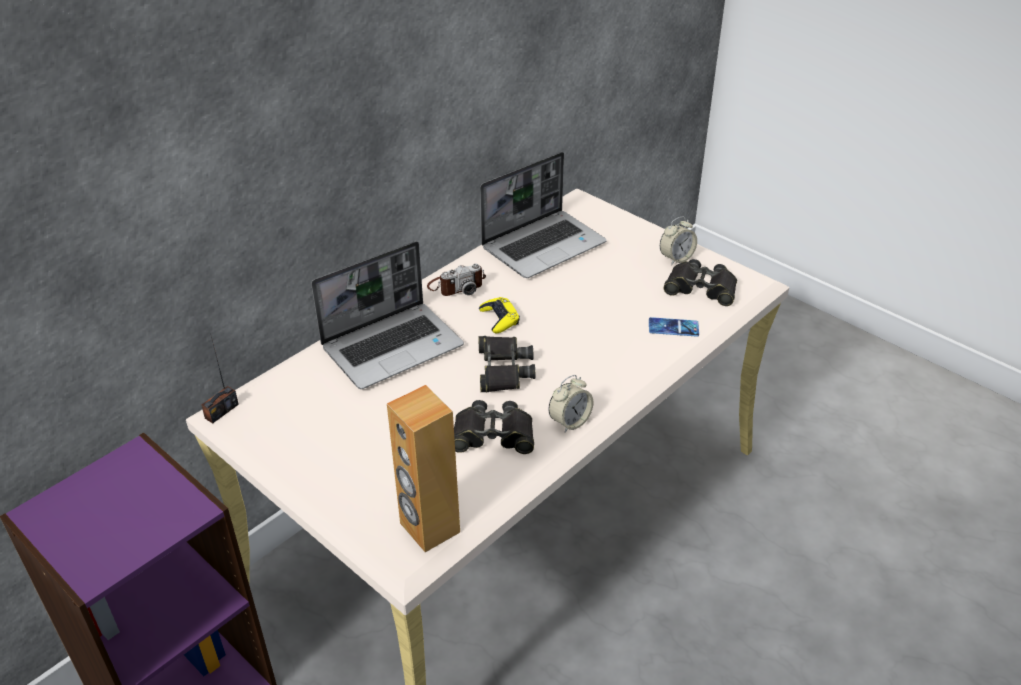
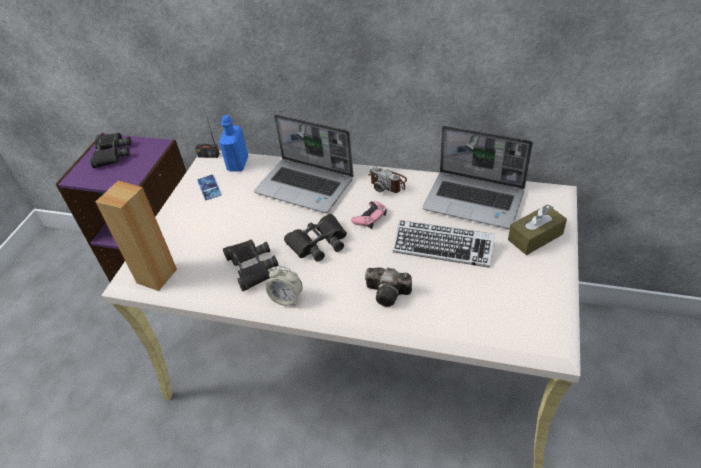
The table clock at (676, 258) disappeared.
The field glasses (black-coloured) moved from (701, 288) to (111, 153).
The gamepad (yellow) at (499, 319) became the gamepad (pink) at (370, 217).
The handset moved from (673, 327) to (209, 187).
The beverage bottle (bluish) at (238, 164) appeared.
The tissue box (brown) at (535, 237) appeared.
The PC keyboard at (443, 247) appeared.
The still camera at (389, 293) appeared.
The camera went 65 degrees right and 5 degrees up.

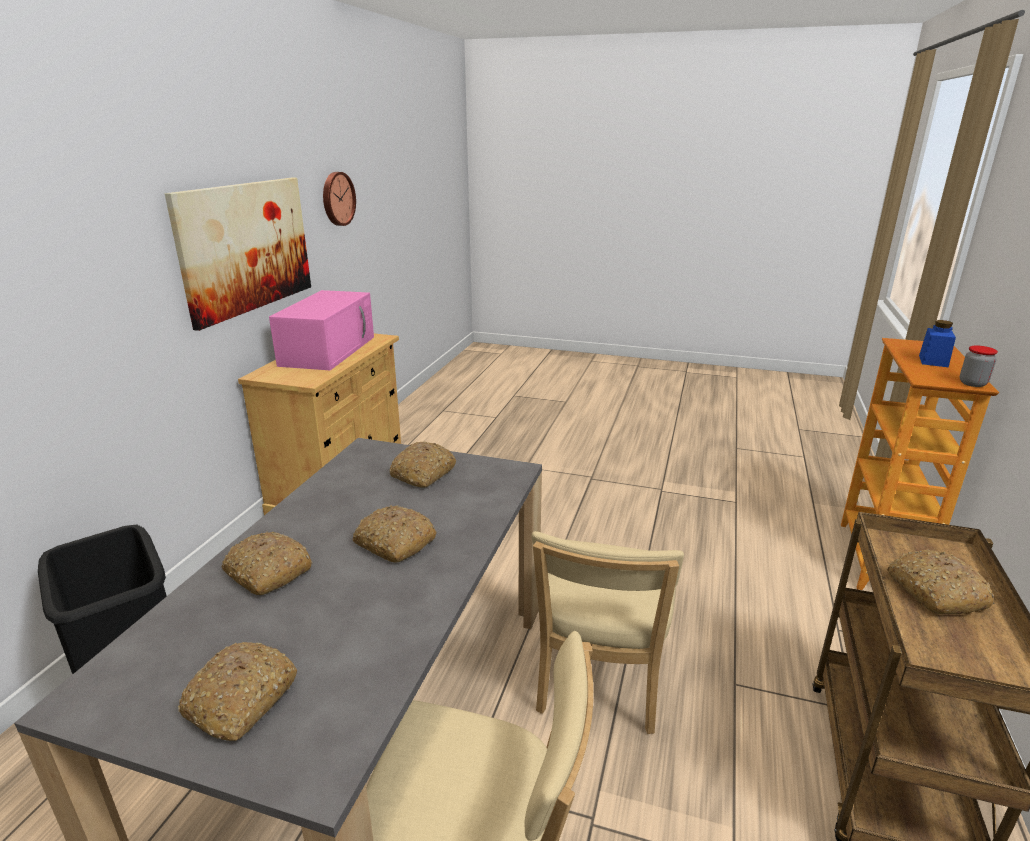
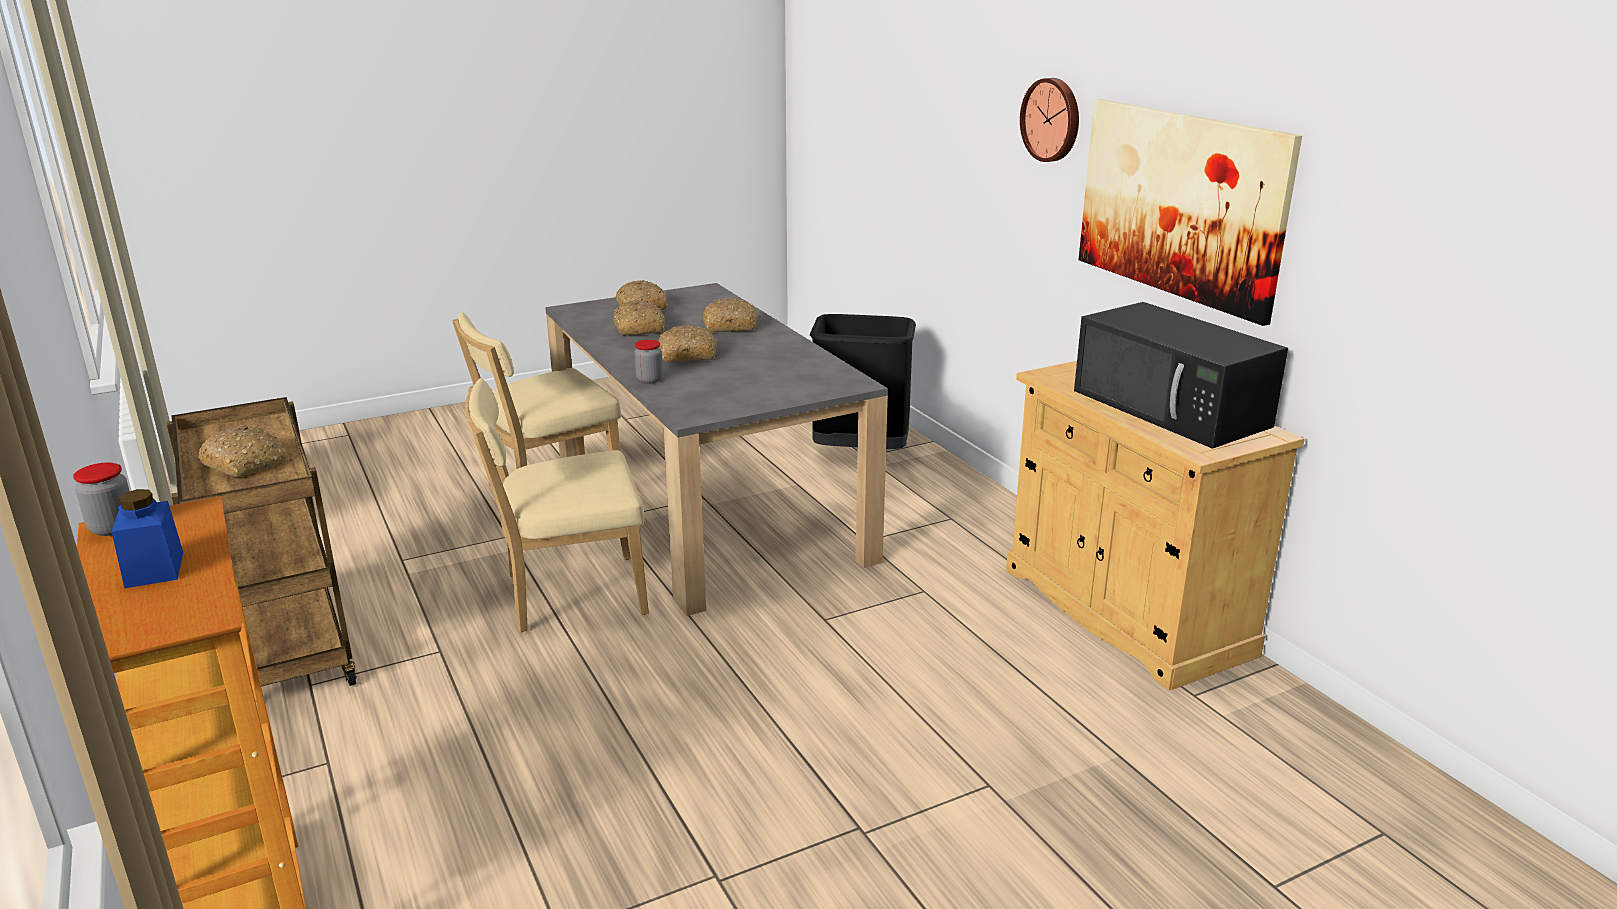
The hanging clock moved from (337, 199) to (1052, 119).
The microwave oven (pink) at (328, 350) became the microwave oven (black-coloured) at (1173, 409).
The bakery bread moved from (423, 473) to (638, 328).
The plain chair (beige-coloured) at (599, 683) turned 75 degrees counterclockwise.
The storage jar at (649, 380) appeared.
The camera went 135 degrees right and 0 degrees up.

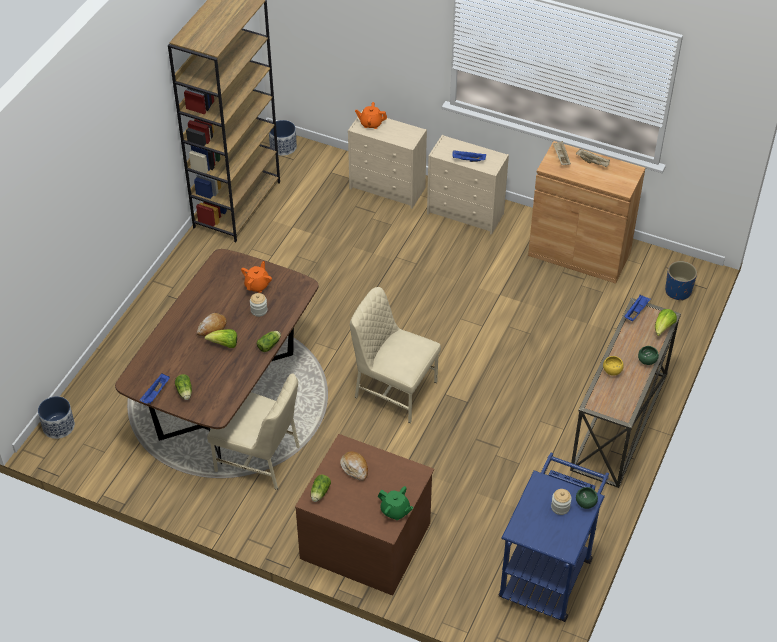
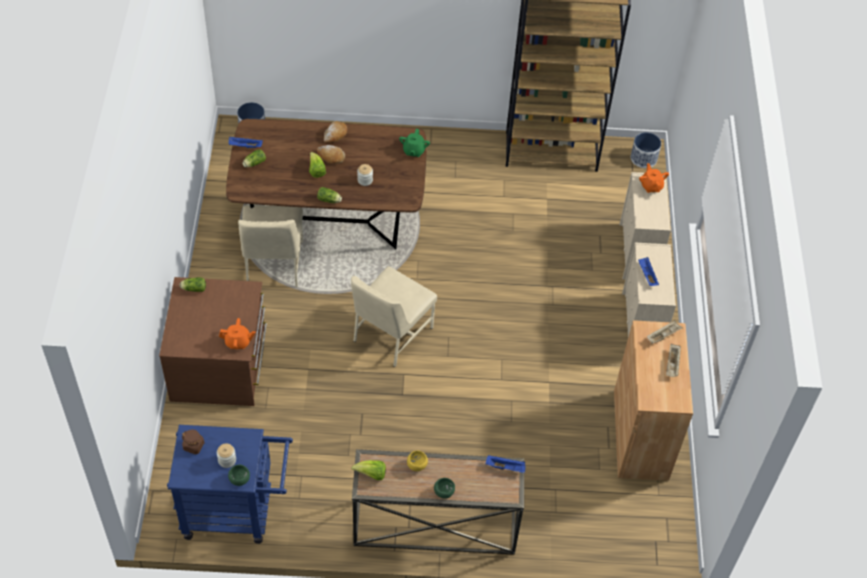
The tea pot (orange) moved from (257, 285) to (238, 342).
The flower pot (bluish) at (678, 291) disappeared.
The plain chair (beige-coloured) at (394, 389) turned 150 degrees counterclockwise.
The lettuce head moved from (663, 328) to (371, 474).
The bakery bread moved from (355, 468) to (335, 135).
The tea pot (greenish) moved from (395, 511) to (414, 151).
The storage jar (brown) at (194, 446) appeared.
The camera went 65 degrees right and 5 degrees up.

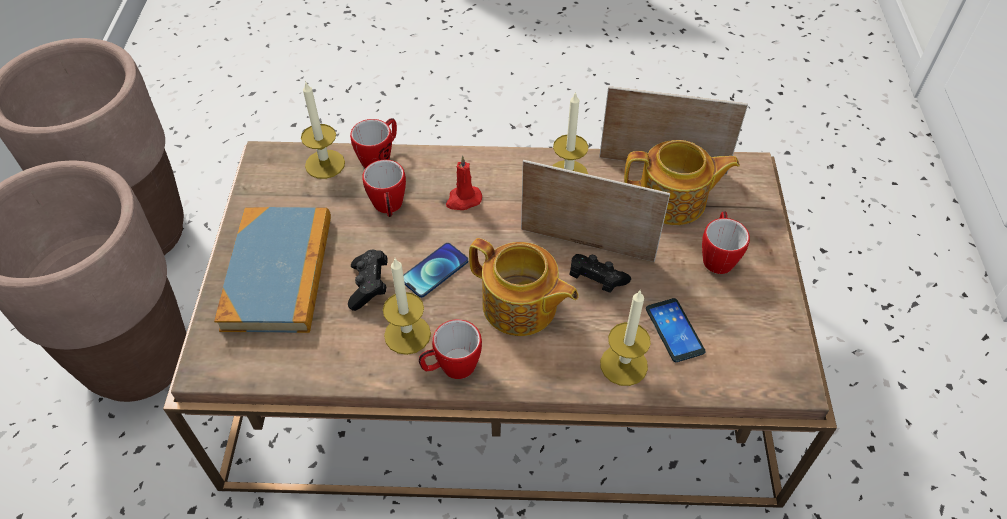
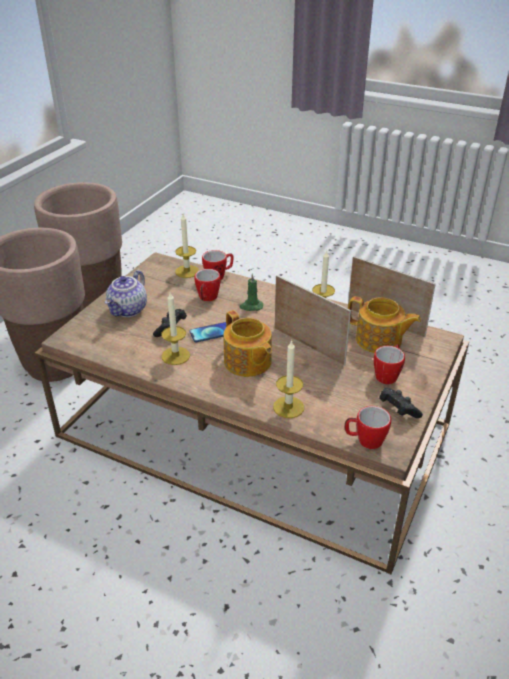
The wax candle (reddish) at (463, 200) became the wax candle (greenish) at (251, 306).
The volume at (278, 272) was replaced by the tea pot at (129, 310).
The gamepad (black-coloured) moved from (595, 280) to (397, 410).
The handset at (674, 330) disappeared.
The mug moved from (451, 367) to (365, 440).
The camera went 25 degrees right and 15 degrees down.

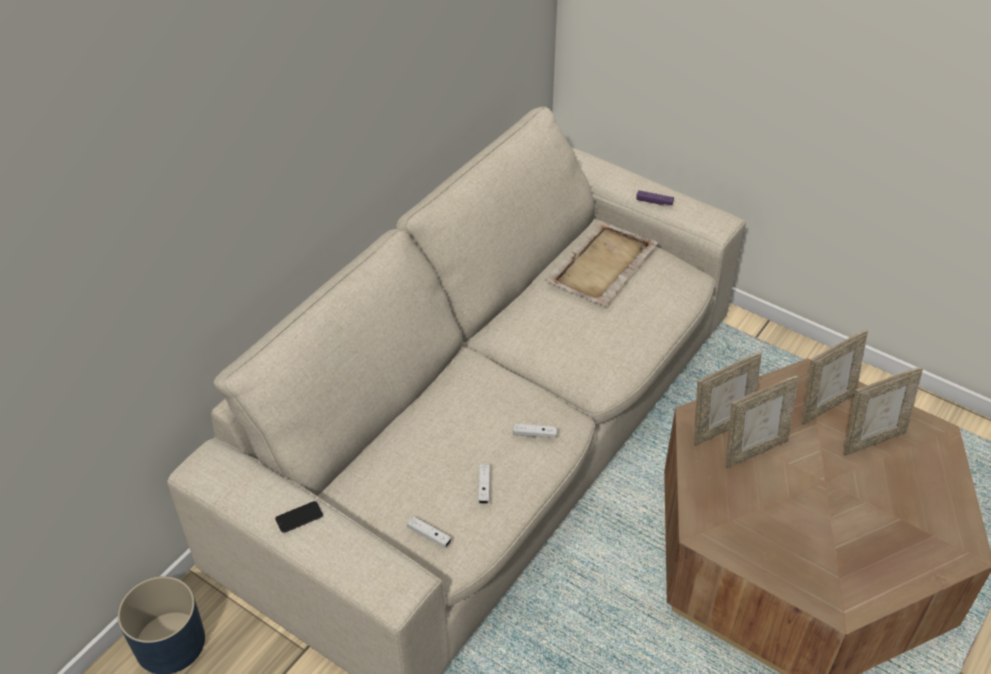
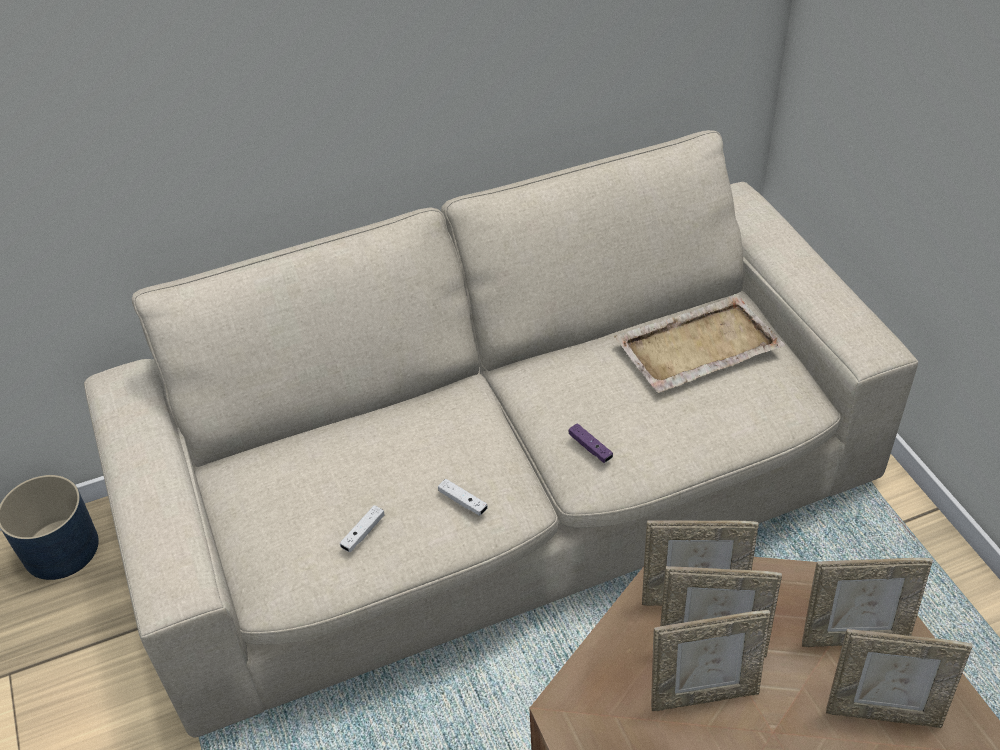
The gamepad (purple) moved from (654, 202) to (590, 448).
The handset at (299, 517) disappeared.
The gamepad (whitish) at (429, 535) disappeared.
The standing frame at (703, 694) appeared.
The camera went 35 degrees right and 0 degrees up.

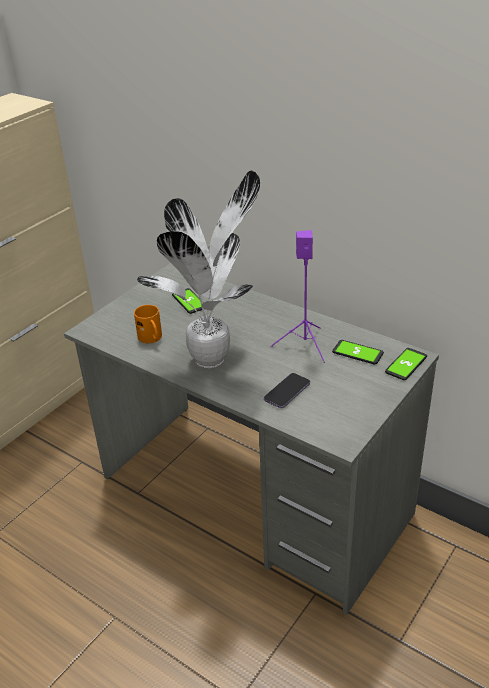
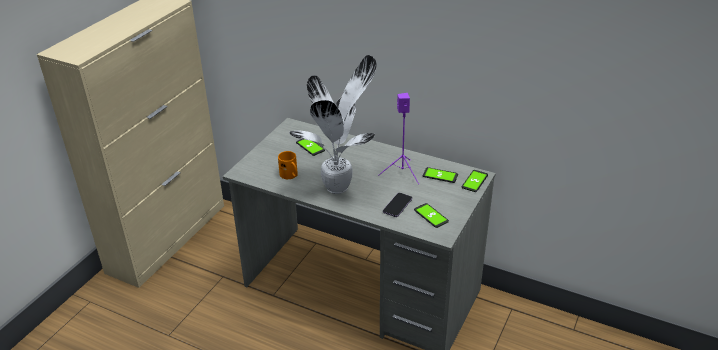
The handset at (431, 216) appeared.
The camera went 10 degrees left and 0 degrees up.

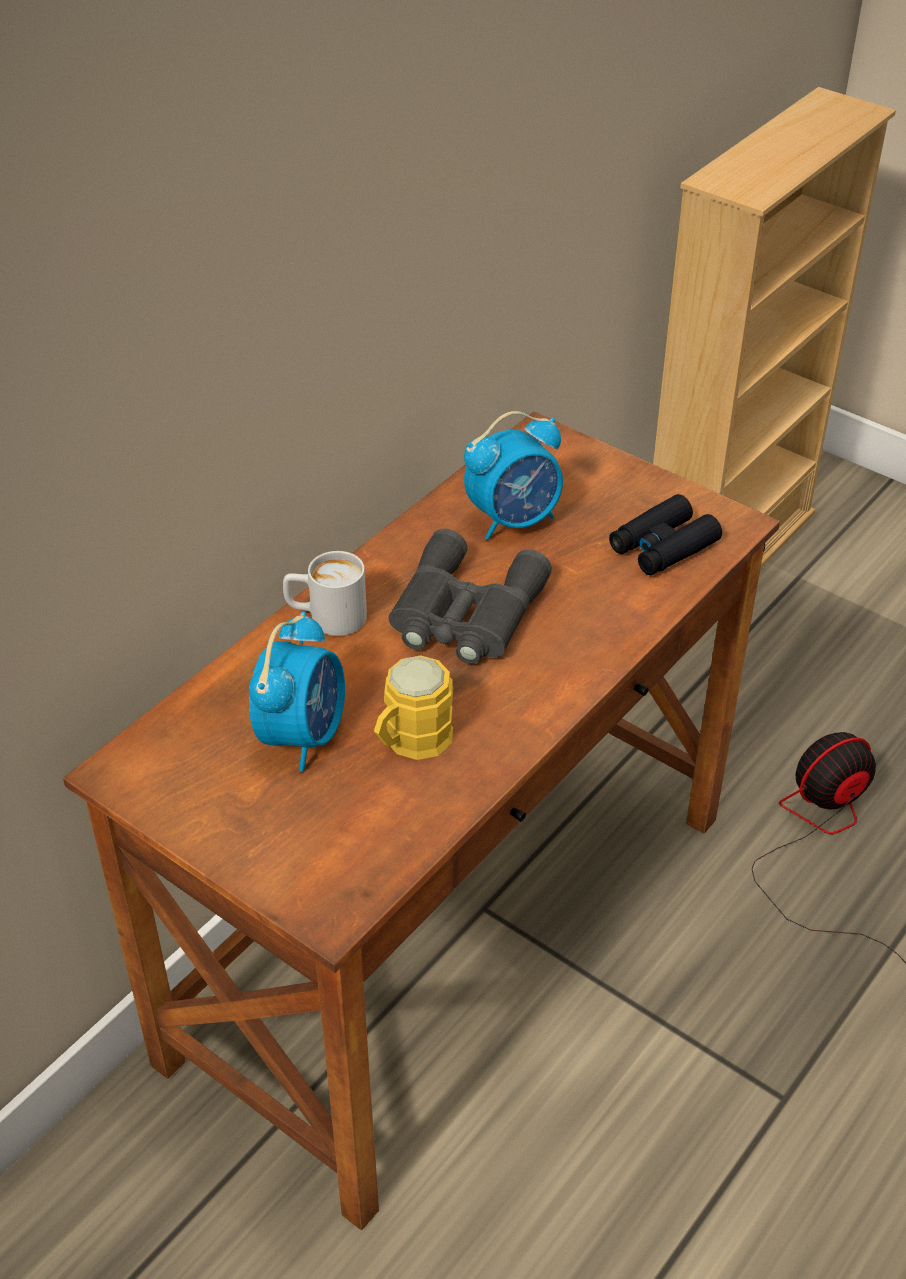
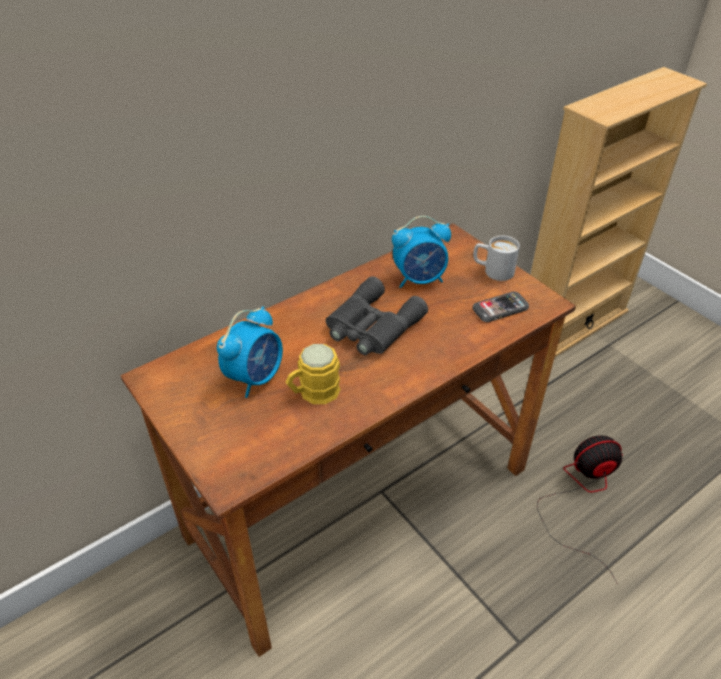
The field glasses (black-coloured) at (663, 546) was replaced by the handset at (500, 308).
The mug (whitish) moved from (326, 617) to (492, 270).
The camera went 15 degrees right and 0 degrees up.

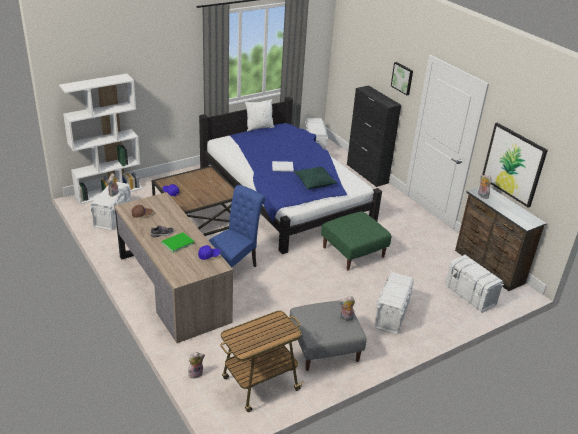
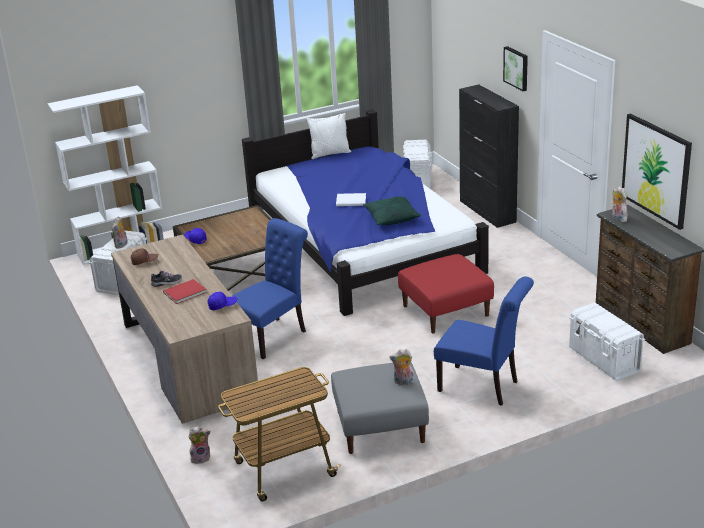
The ottoman (greenish) at (353, 252) became the ottoman (reddish) at (446, 310).
The volume (greenish) at (176, 243) became the volume (reddish) at (183, 292).
The storage bin (whitish) at (391, 315) was replaced by the plain chair (bluish) at (483, 387).
The camera went 10 degrees right and 5 degrees down.

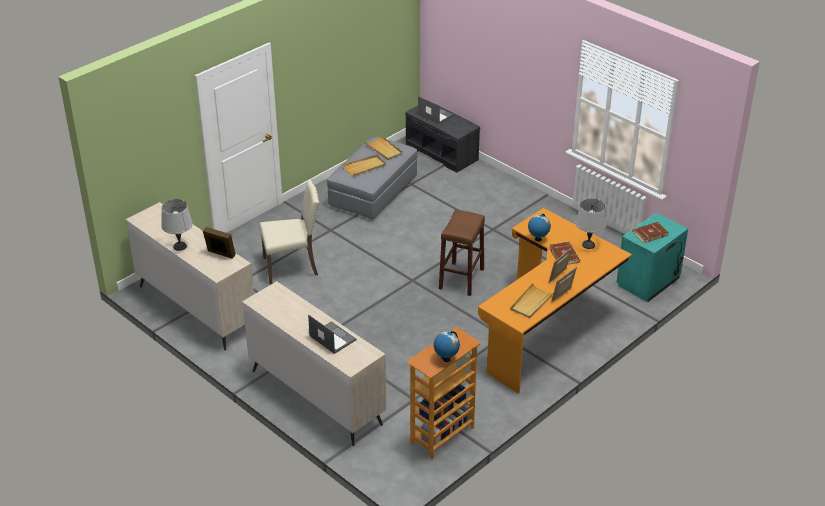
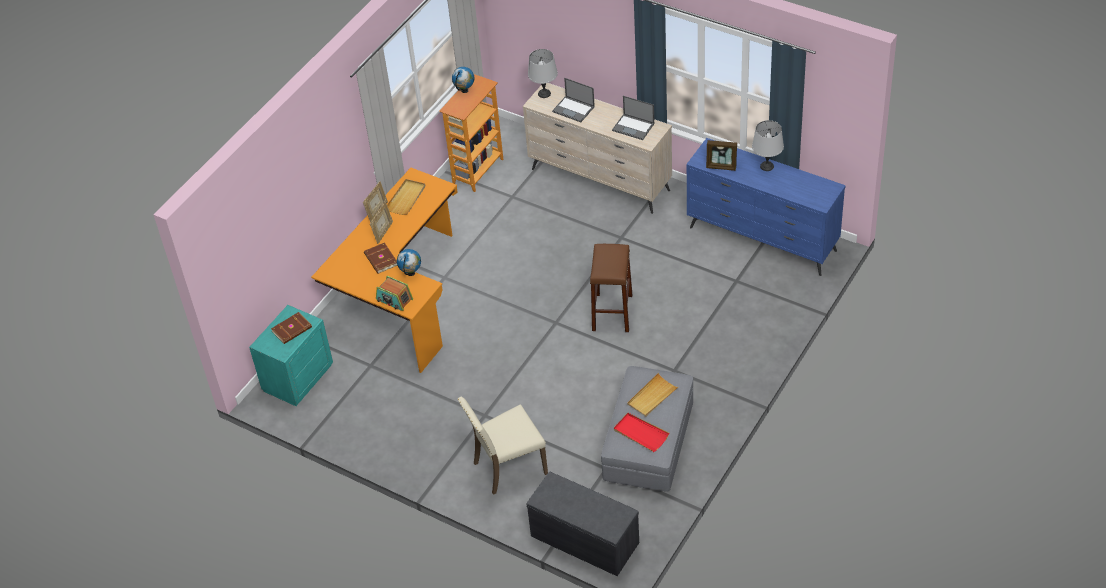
The notebook computer moved from (435, 114) to (633, 127).
The carrying tray (beige-coloured) at (384, 149) became the carrying tray (reddish) at (640, 433).
The plain chair (beige-coloured) moved from (292, 267) to (508, 467).
The tabletop lamp (grey) moved from (588, 245) to (544, 93).
The drawer chest (beige-coloured) at (196, 308) became the drawer chest (bluish) at (762, 239).
The sitting stool (brown) moved from (461, 279) to (612, 313).
The radio at (394, 300) appeared.
The camera went 170 degrees right and 10 degrees up.

